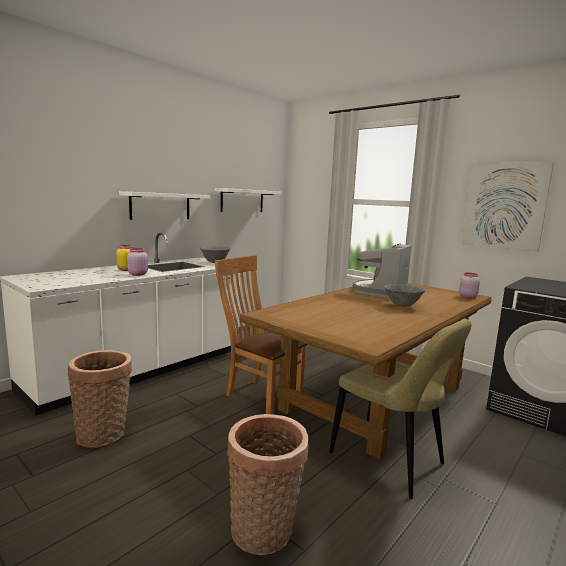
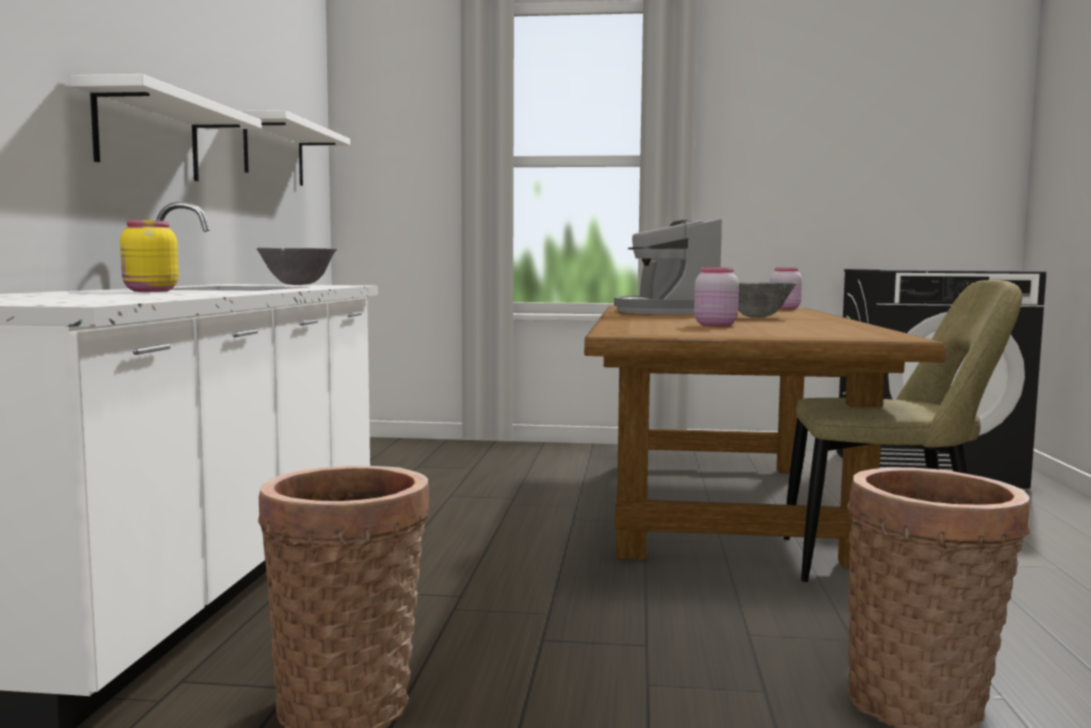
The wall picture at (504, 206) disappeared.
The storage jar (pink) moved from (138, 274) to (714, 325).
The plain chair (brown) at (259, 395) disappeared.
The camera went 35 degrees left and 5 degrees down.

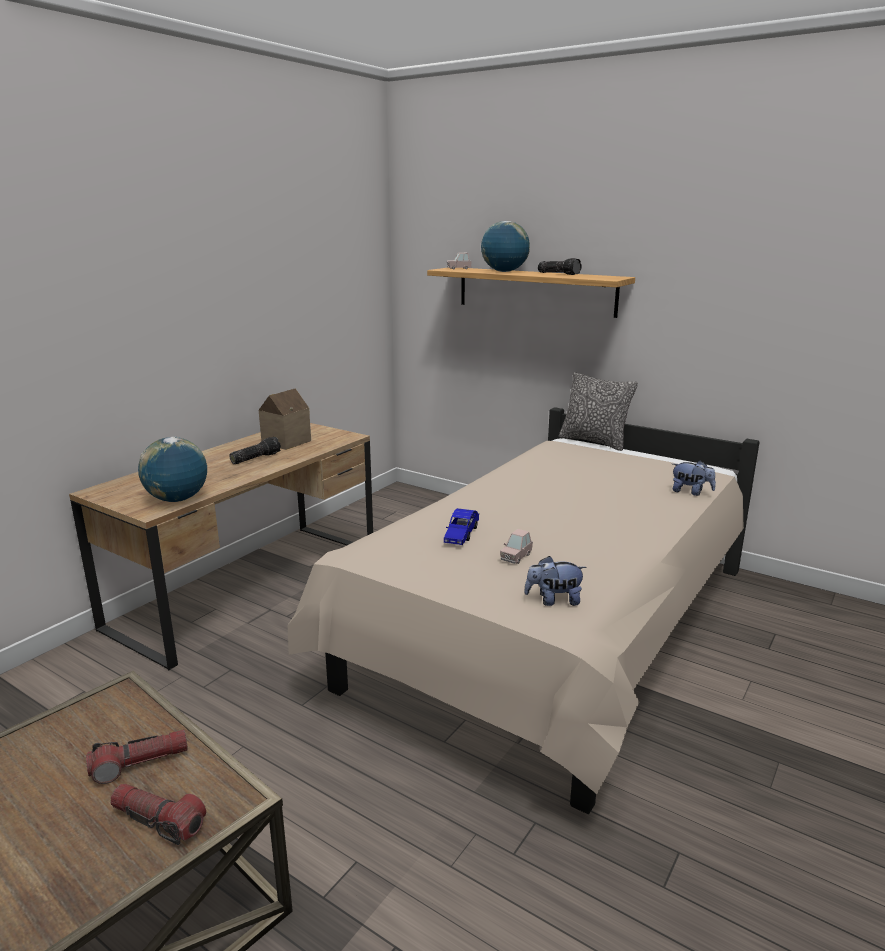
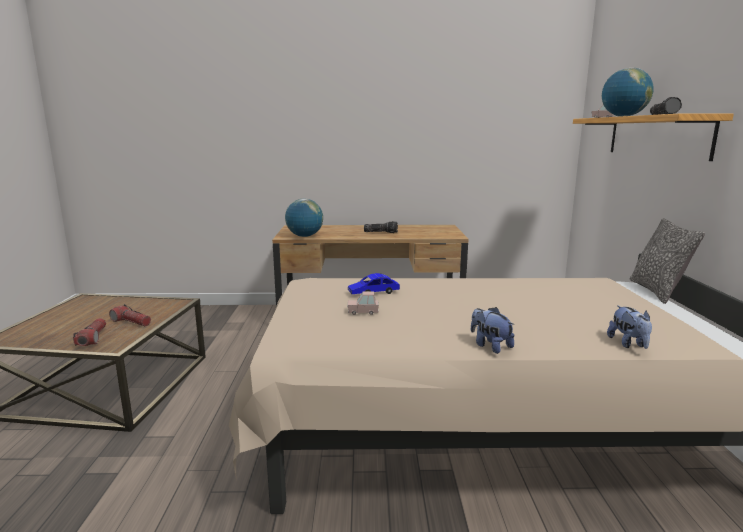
The miniature house at (284, 442) disappeared.
The soft toy moved from (554, 600) to (490, 346).
The camera went 55 degrees right and 5 degrees down.

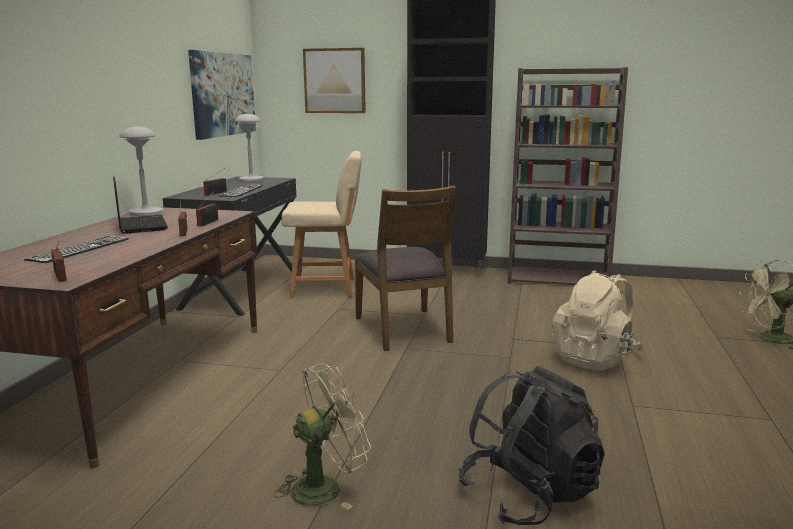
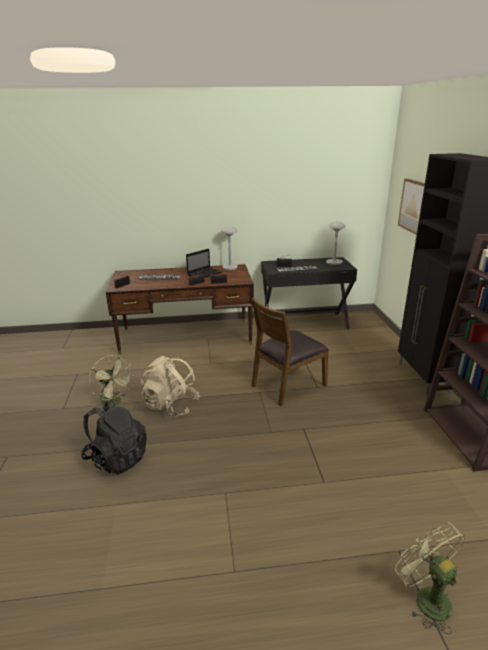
The wall picture at (223, 94) disappeared.
The plain chair (beige-coloured) at (326, 288) disappeared.
The knapsack (beige-coloured) moved from (594, 359) to (171, 405).
The camera went 70 degrees right and 10 degrees up.

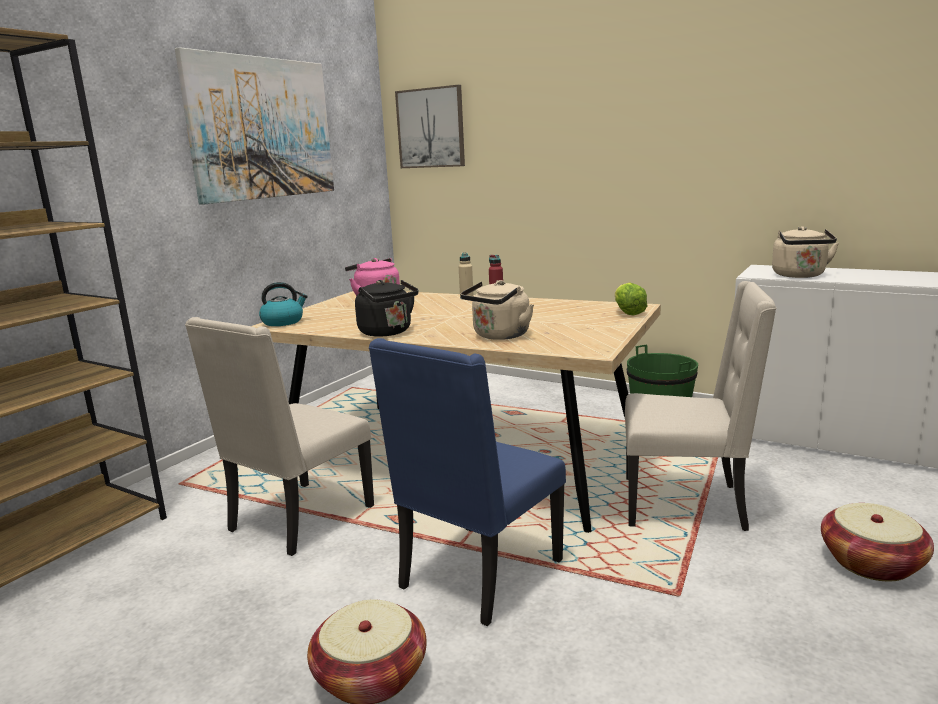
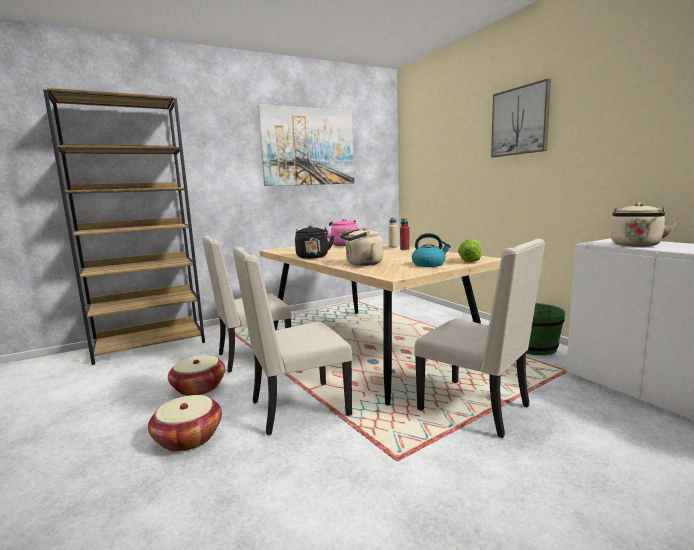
The wall picture moved from (431, 128) to (520, 121).
The kettle moved from (283, 322) to (429, 264).
The plain chair (bluish) at (478, 575) became the plain chair (beige-coloured) at (297, 408).
The basket moved from (871, 563) to (199, 388).
The camera went 30 degrees right and 5 degrees down.

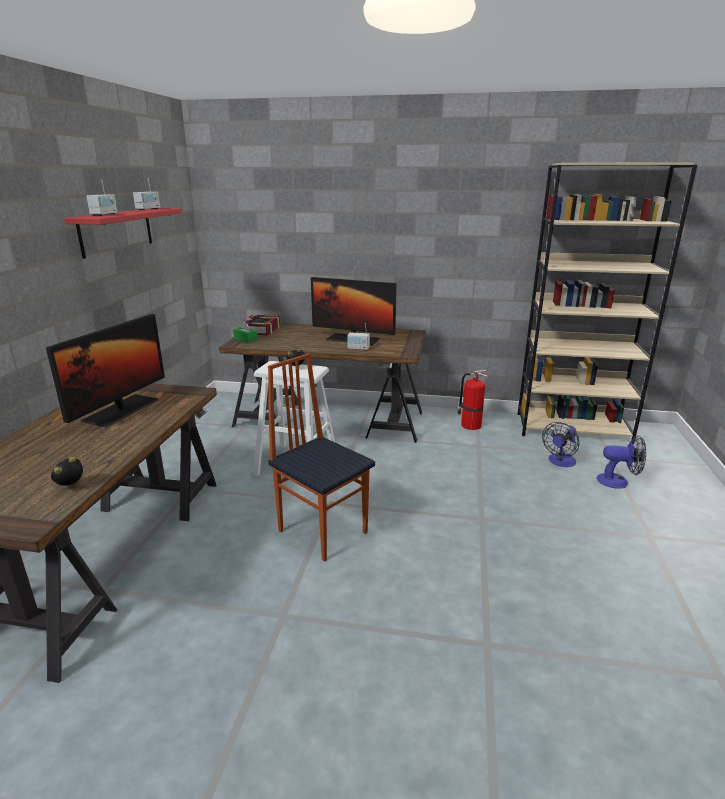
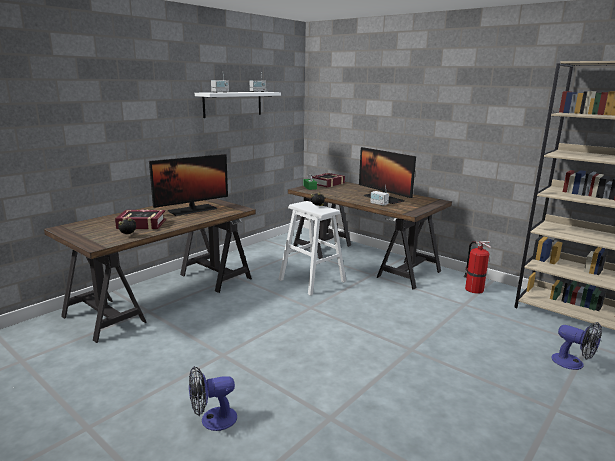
The shelf (reddish) at (117, 231) became the shelf (whitish) at (233, 104).
The plain chair at (323, 530) disappeared.
The cooling fan moved from (560, 462) to (212, 420).
The volume at (141, 224) appeared.
The camera went 30 degrees right and 5 degrees down.

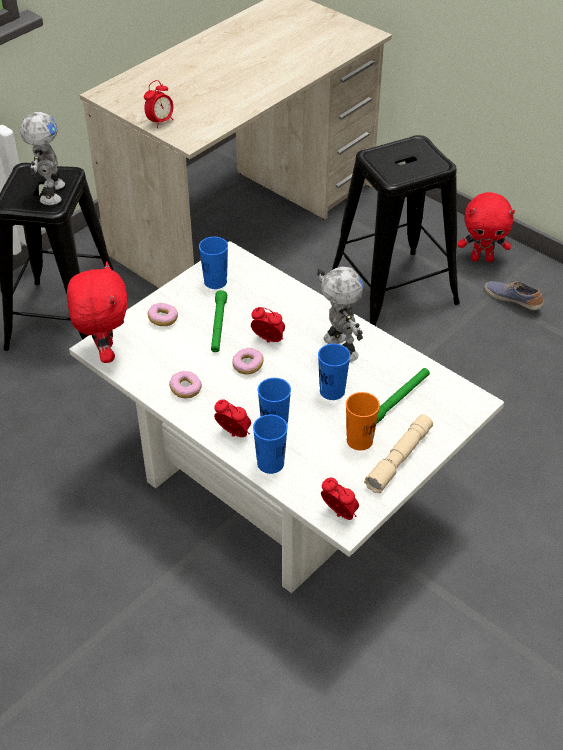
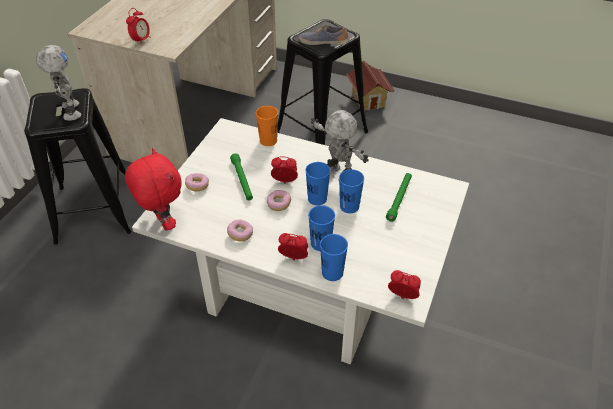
The soft toy (reddish) at (482, 258) was replaced by the miniature house at (368, 100).
The drinking cup (bluish) moved from (215, 282) to (317, 198).
The item of footwear moved from (513, 300) to (324, 43).
The drinking cup (orange) moved from (359, 440) to (268, 141).
The torch (beige-coloured) at (399, 458) disappeared.
The camera went 20 degrees left and 0 degrees up.

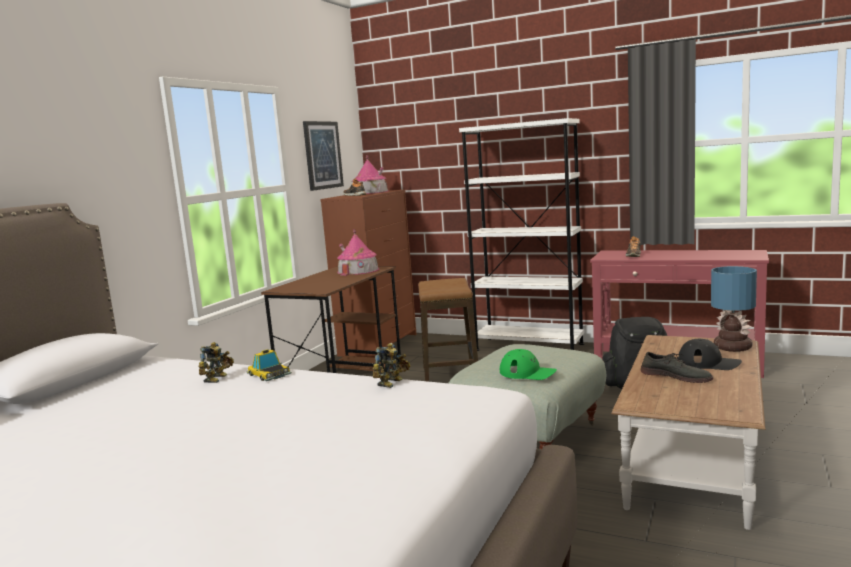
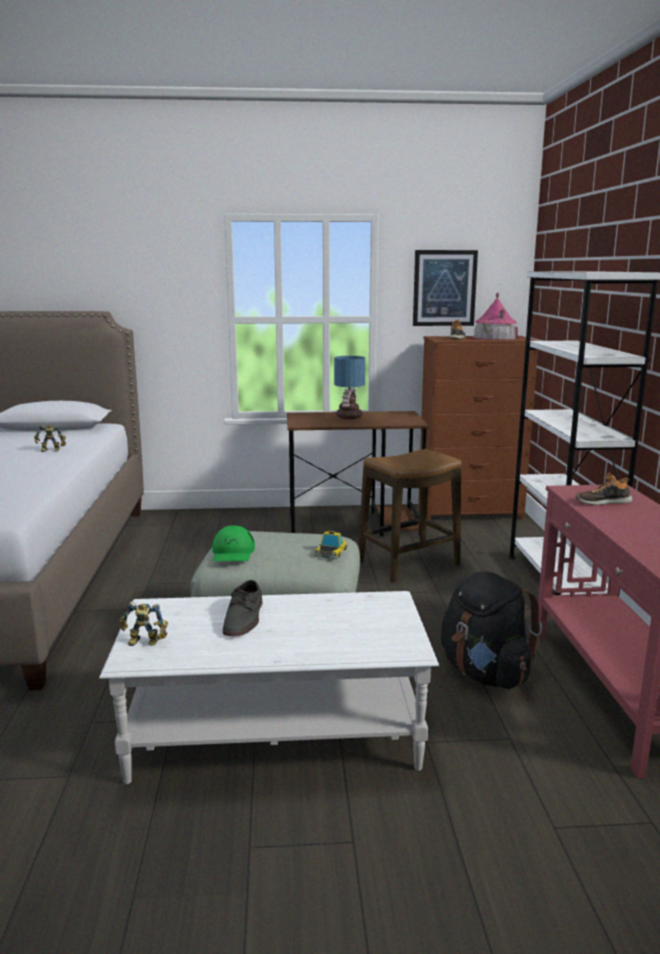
The miniature house at (358, 270) disappeared.
The tabletop lamp moved from (731, 347) to (349, 417).
The lounge table (brown) at (692, 461) became the lounge table (whitish) at (275, 734).
The cap (black-coloured) at (709, 363) disappeared.
The model robot moved from (392, 383) to (144, 643).
The model car moved from (269, 374) to (331, 552).
The camera went 60 degrees right and 5 degrees up.

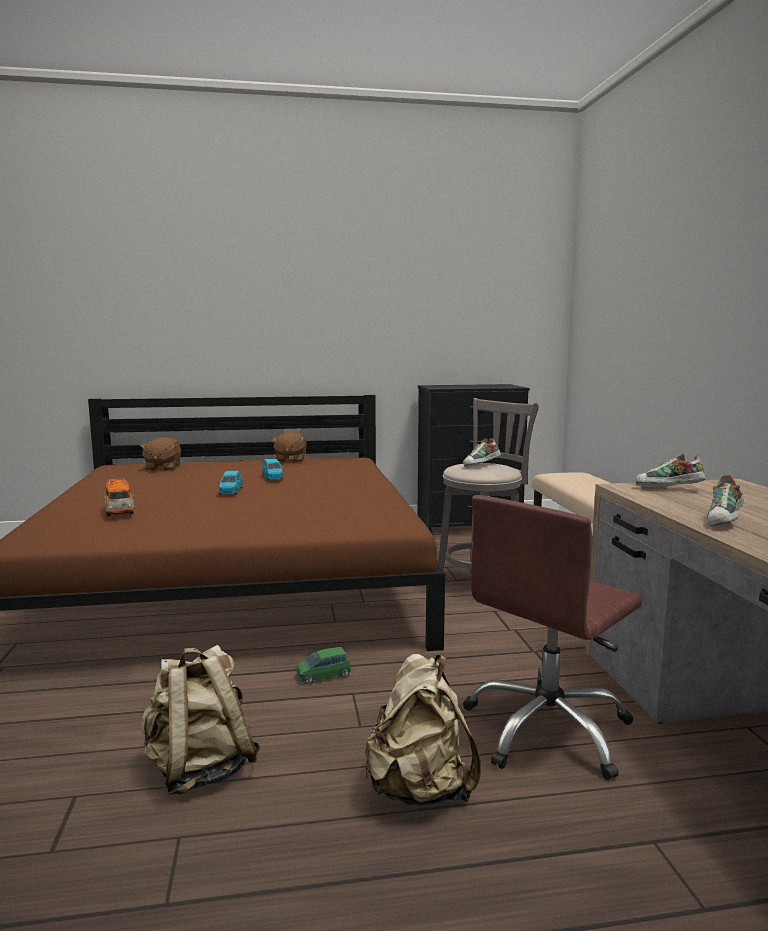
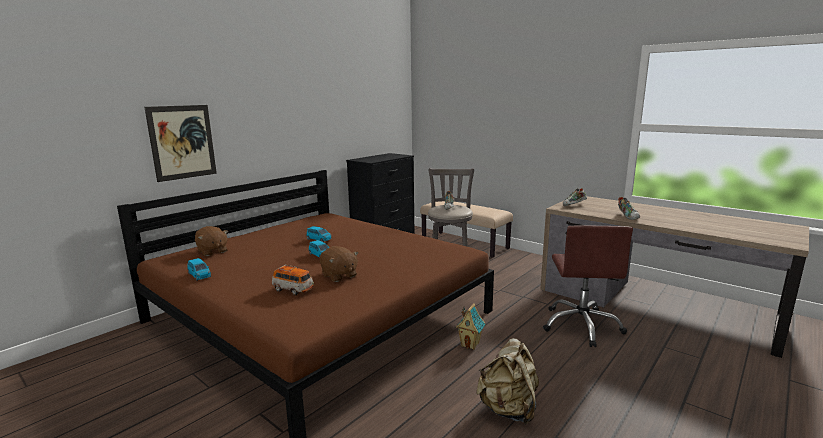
The soft toy (brown) moved from (290, 460) to (339, 276).
The model car (greenish) at (323, 675) was replaced by the miniature house at (470, 344).
The knapsack (beige-coloured) at (420, 789) disappeared.
The wall picture at (182, 142) appeared.
The model car (bluish) at (199, 275) appeared.
The camera went 40 degrees left and 5 degrees up.

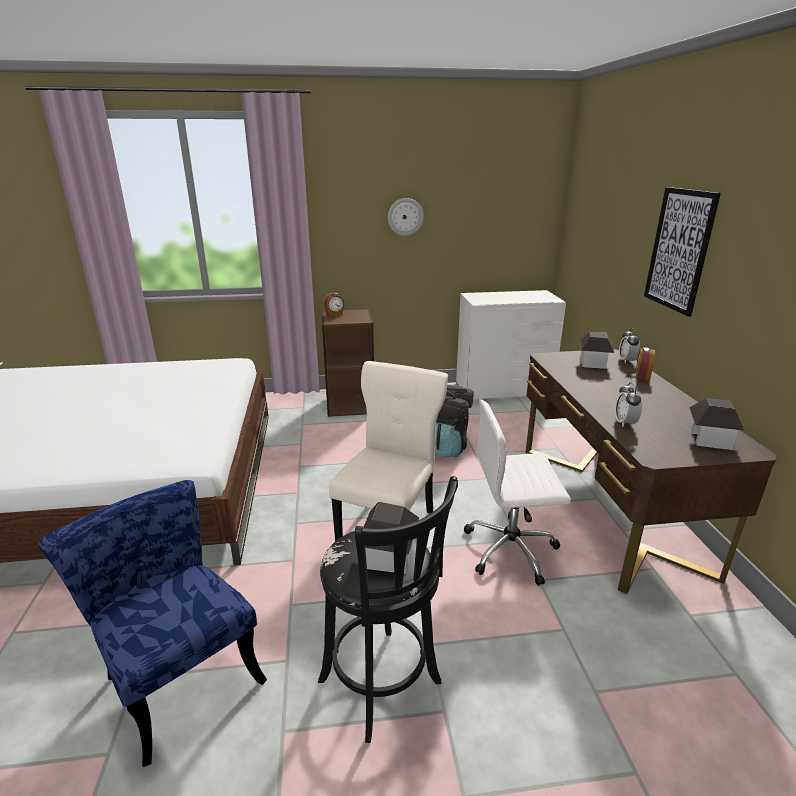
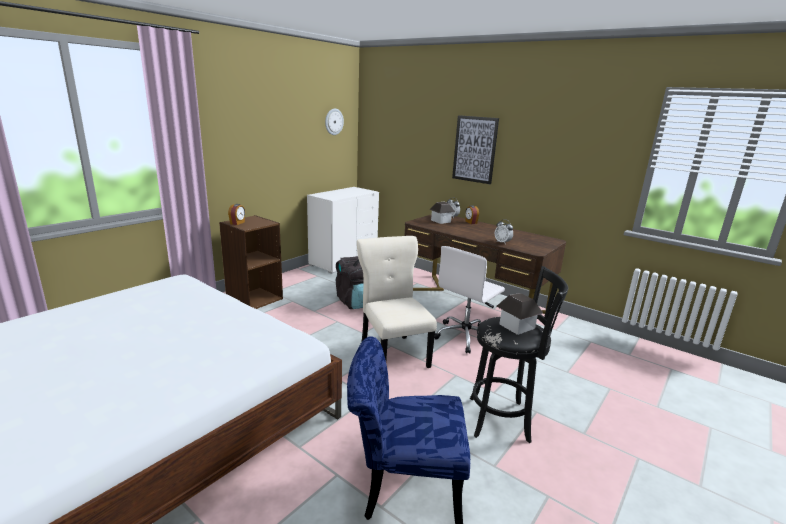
The hanging clock moved from (405, 217) to (333, 121).
The miniature house at (709, 439) disappeared.
The camera went 45 degrees left and 5 degrees down.

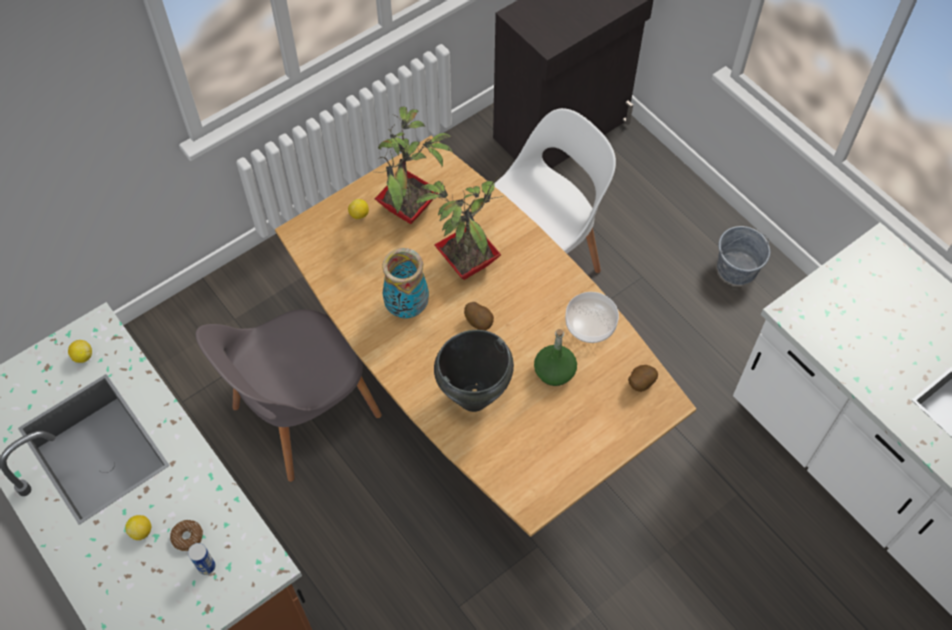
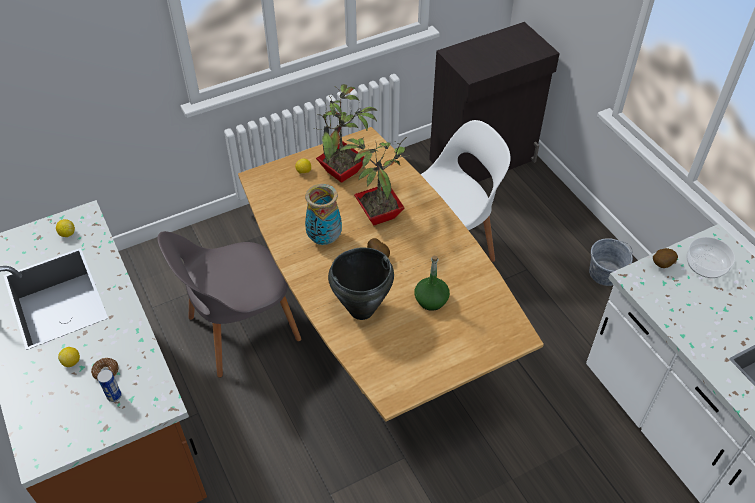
The deep dish moved from (590, 326) to (706, 266).
The spud moved from (640, 383) to (661, 264).
The camera went 10 degrees right and 10 degrees down.

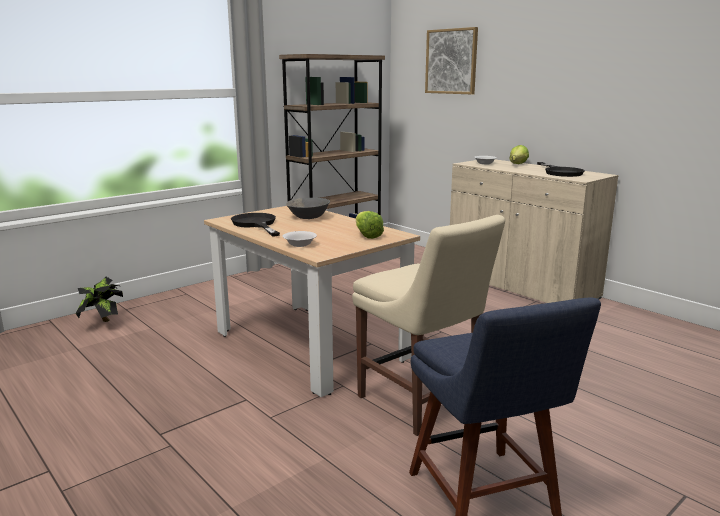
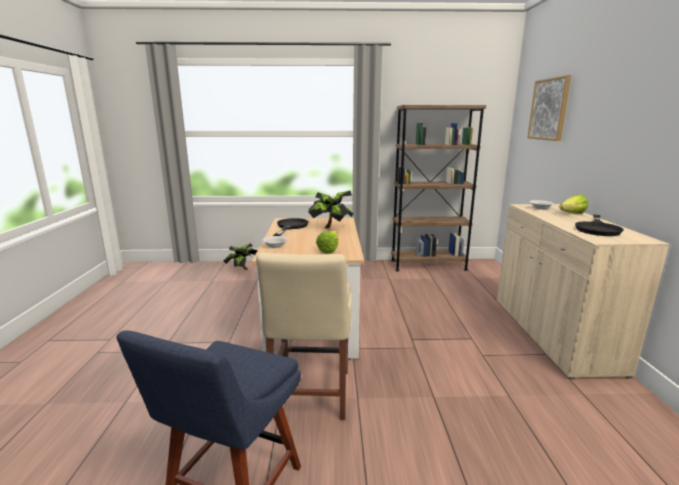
The deep dish (grey) at (309, 217) was replaced by the potted plant at (331, 228).
The camera went 40 degrees right and 0 degrees up.

